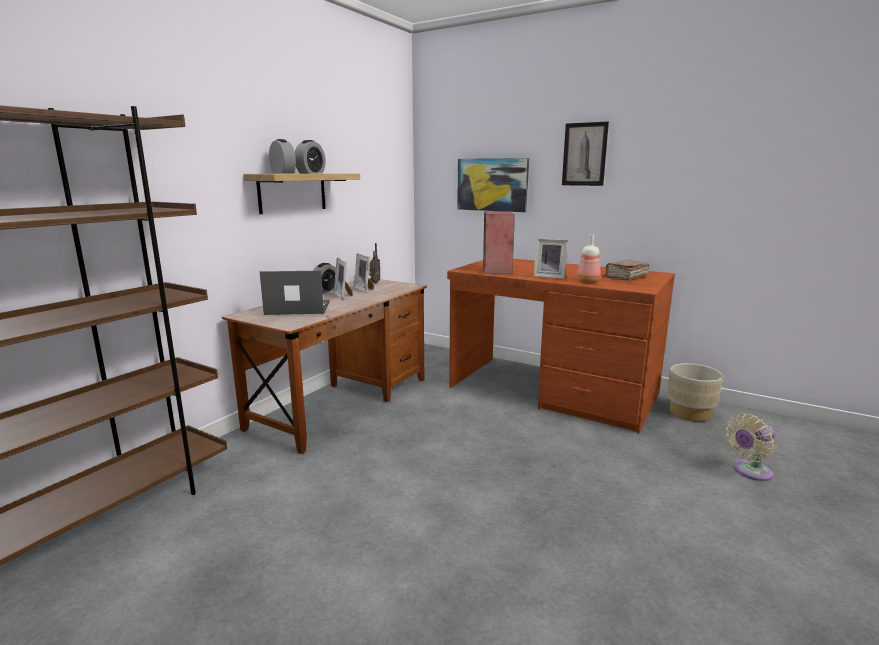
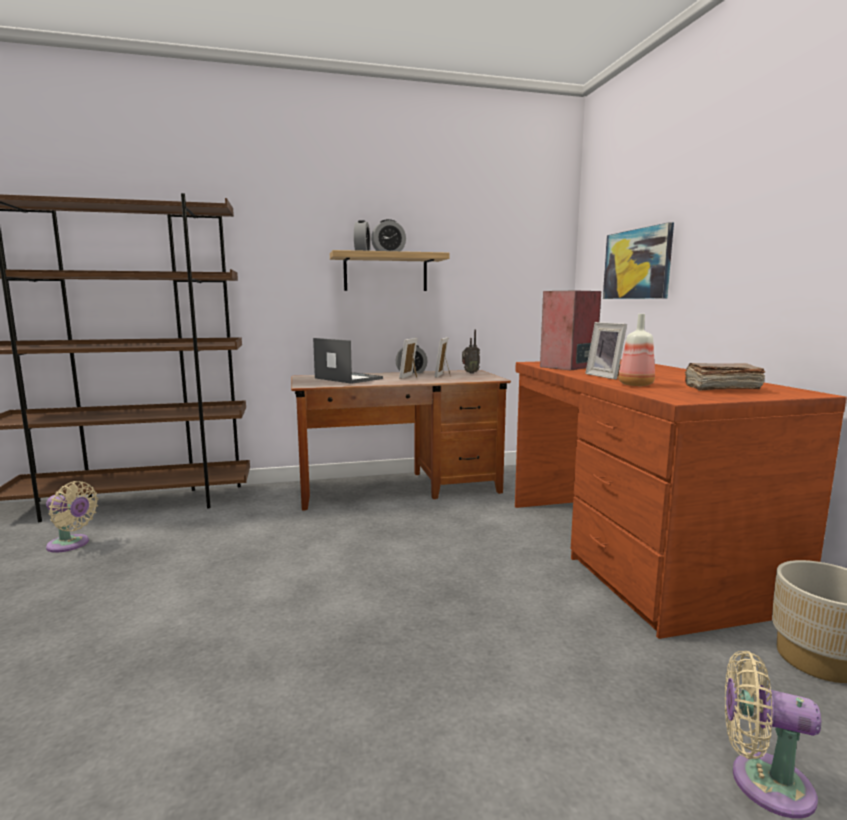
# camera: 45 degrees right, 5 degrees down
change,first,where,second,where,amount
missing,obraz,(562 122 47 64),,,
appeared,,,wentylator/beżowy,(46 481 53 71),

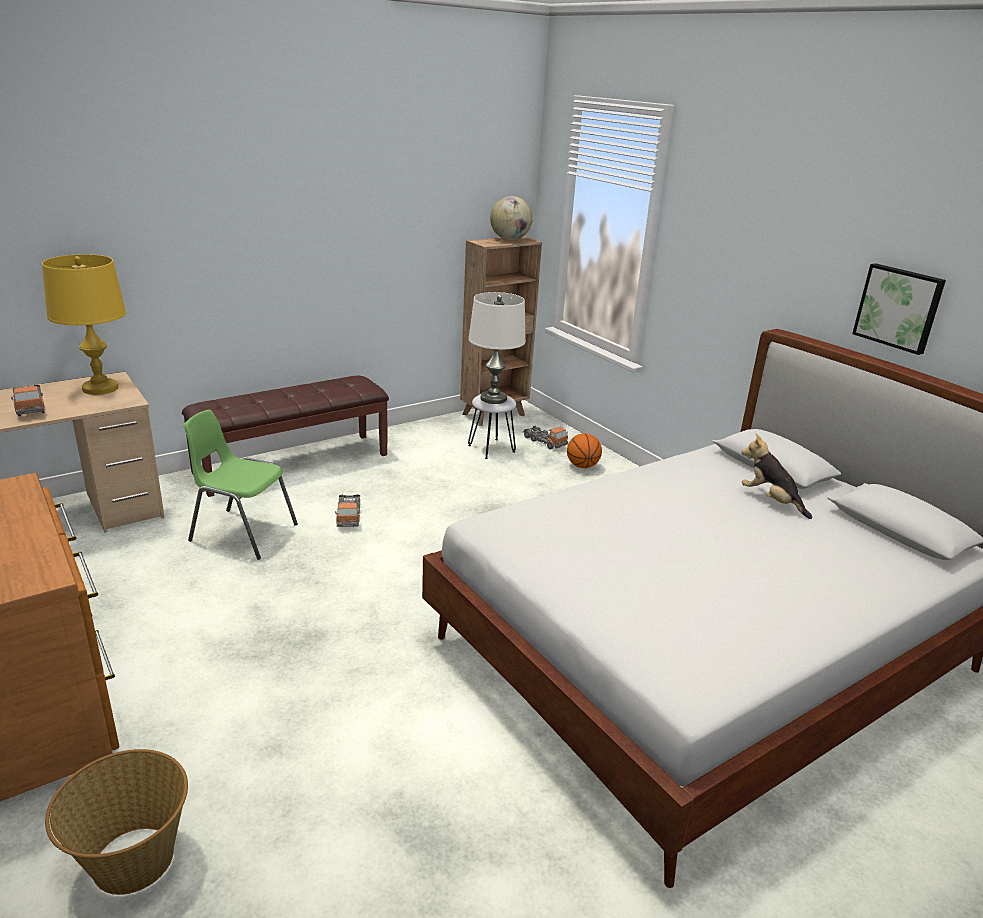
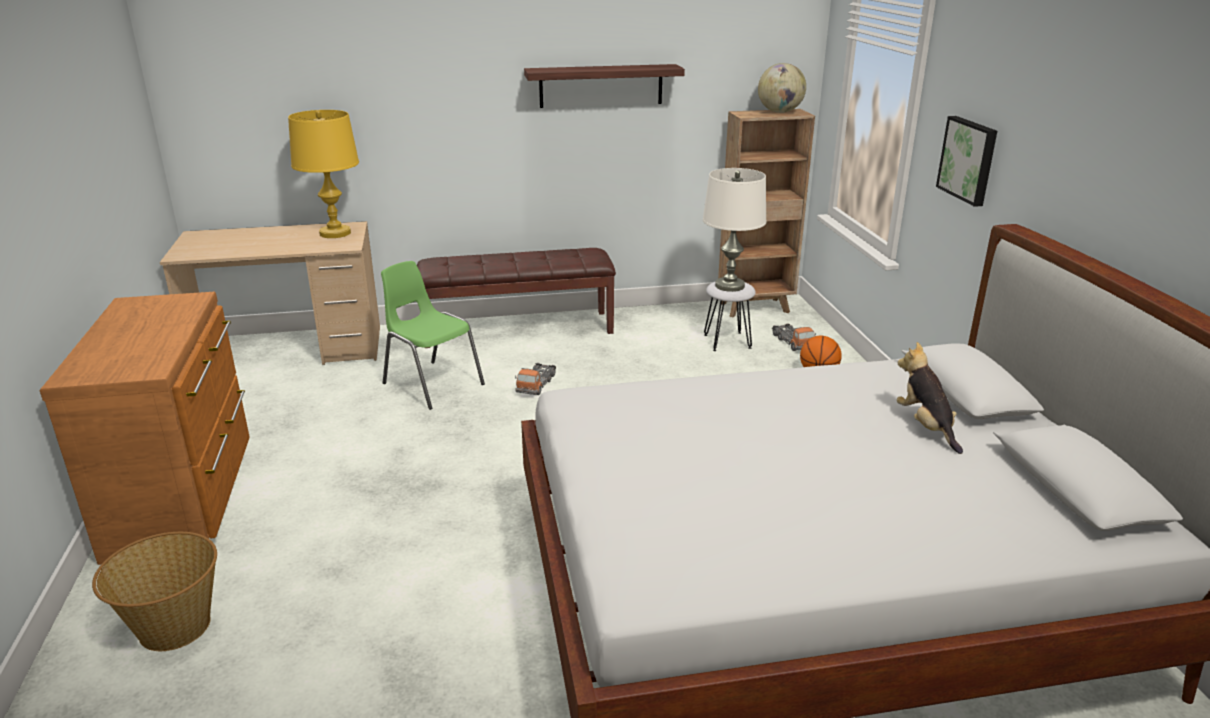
# camera: 25 degrees right, 0 degrees up
change,first,where,second,where,amount
missing,ciężarówka zabawkowa,(11 384 34 32),,,
appeared,,,półka,(524 64 161 44),
relocated,obraz,(852 263 94 92),,(936 116 61 91),

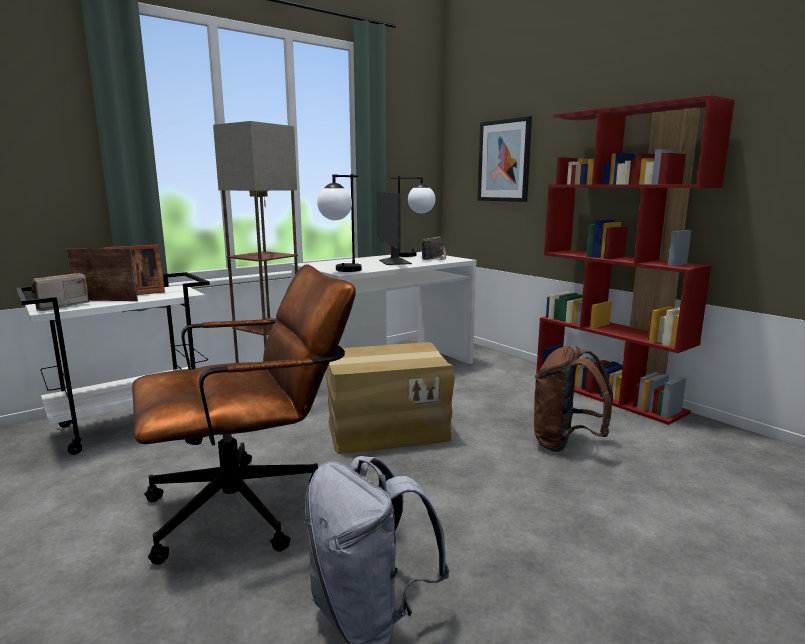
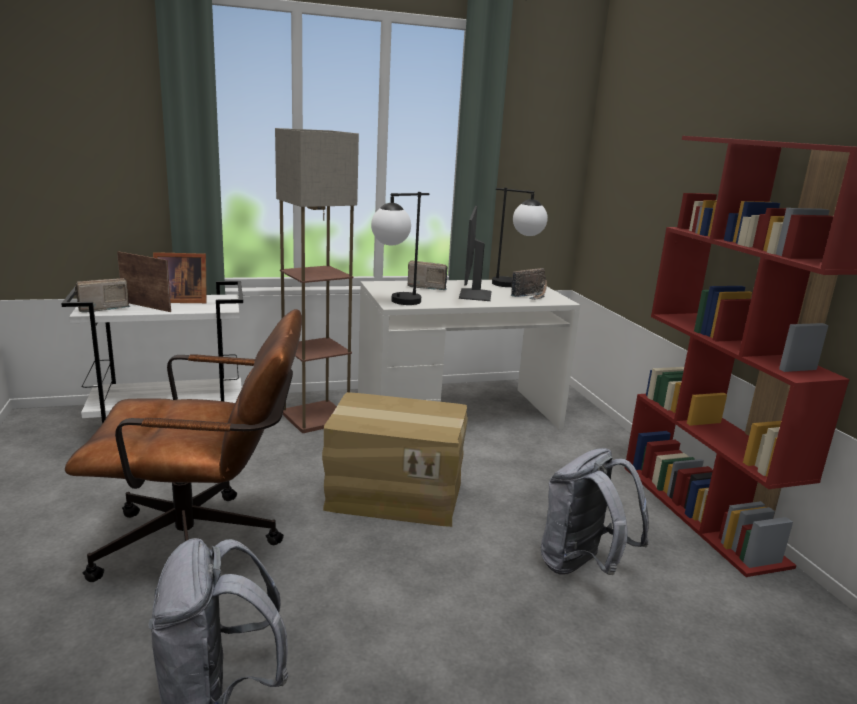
# camera: 20 degrees right, 5 degrees up
change,first,where,second,where,amount
missing,obraz,(478 116 54 86),,,
appeared,,,radio,(407 260 40 30),
colour,plecak/brązowy,(534 346 79 106),plecak/szary,(541 448 108 127),

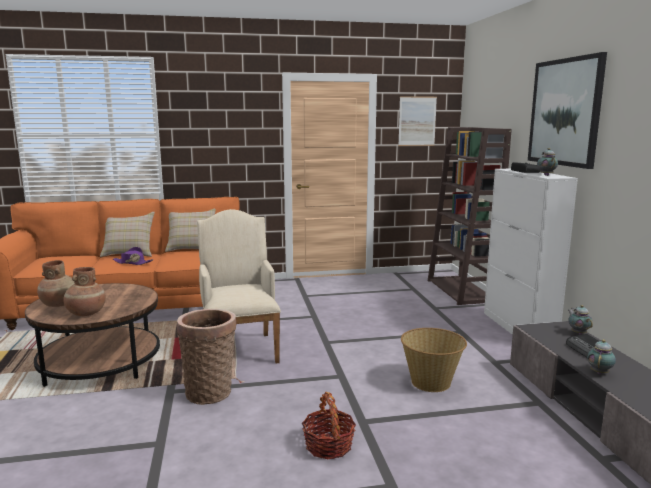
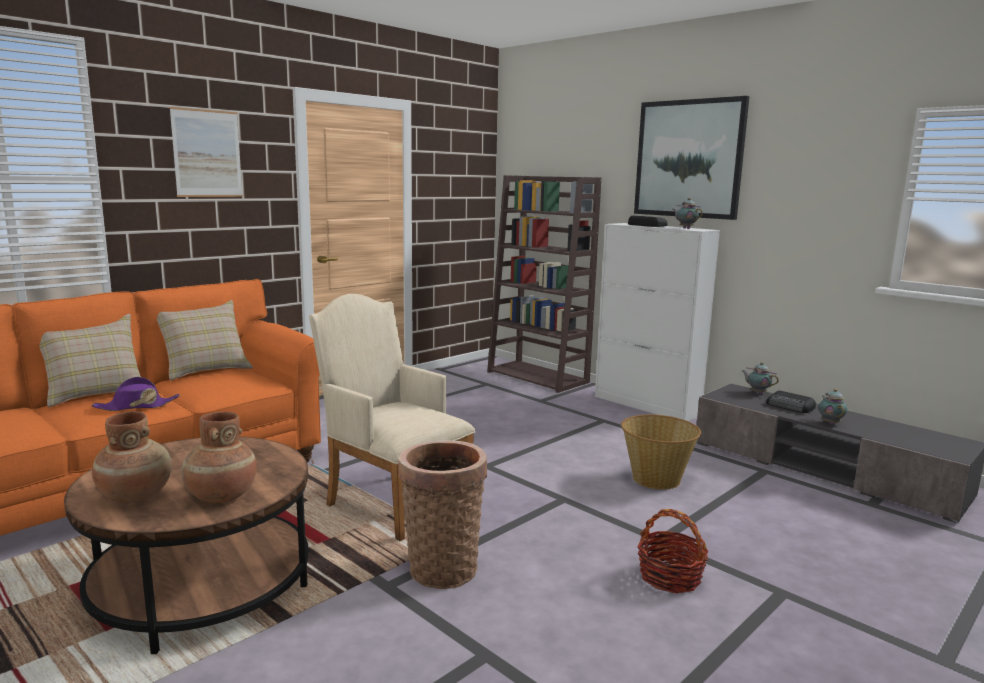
# camera: 35 degrees left, 0 degrees up
change,first,where,second,where,amount
relocated,obraz,(398 96 39 50),,(170 107 73 90),

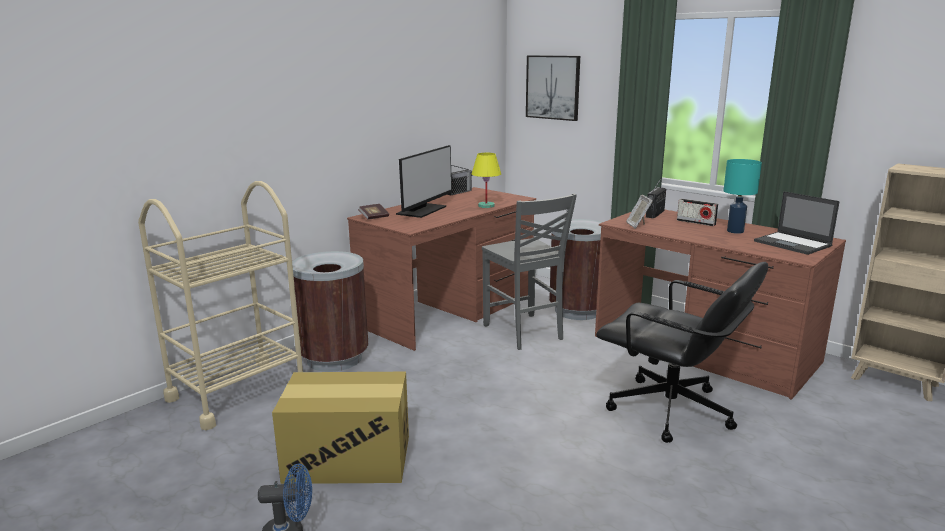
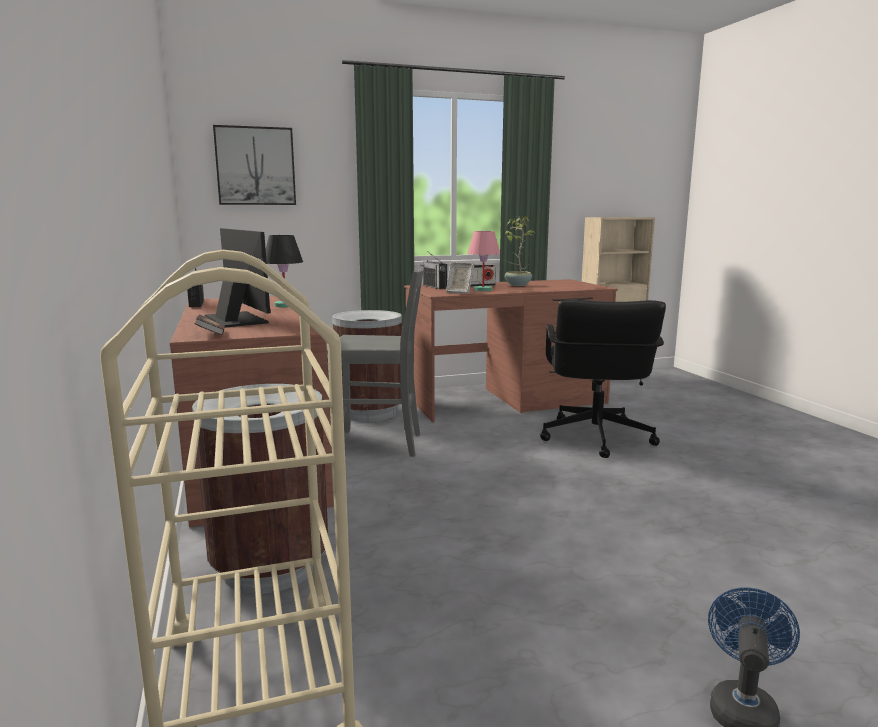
# camera: 60 degrees left, 5 degrees down
change,first,where,second,where,amount
missing,karton,(272 372 137 112),,,
missing,laptop,(754 191 86 64),,,
appeared,,,lampa stołowa/różowy,(467 231 33 60),
exchanged,lampa stołowa/turkusowy,(723 159 39 75),roślina doniczkowa,(504 216 32 70),
colour,lampa stołowa/żółty,(472 153 29 55),lampa stołowa/czarny,(266 235 37 72),
spun,krzesło biurowe/czarny,(596 262 172 181),,(540 299 126 159),120 degrees clockwise

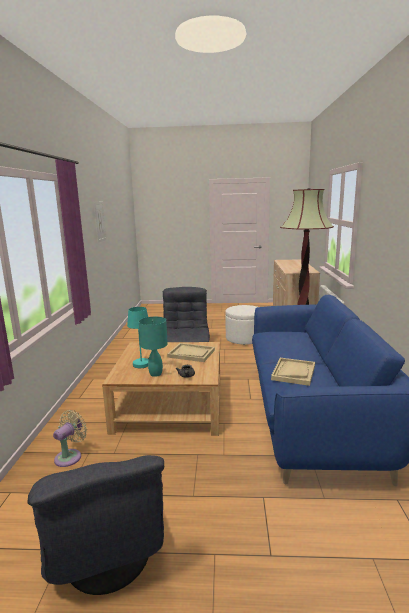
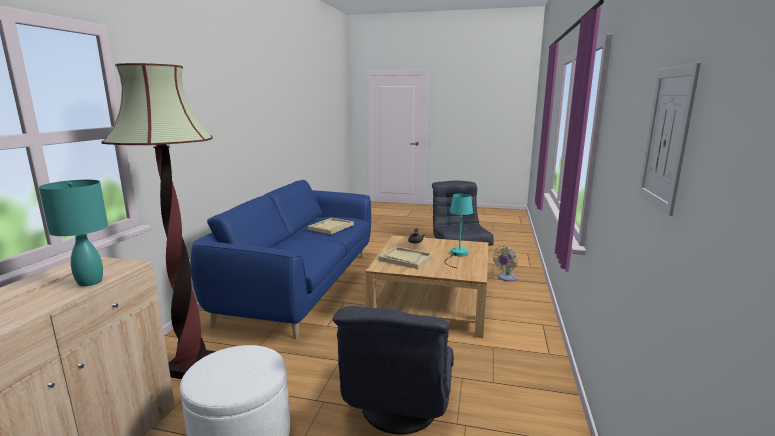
# camera: 170 degrees left, 0 degrees up
change,first,where,second,where,amount
relocated,lampa stołowa/turkusowy,(139 317 29 60),,(39 180 69 106),

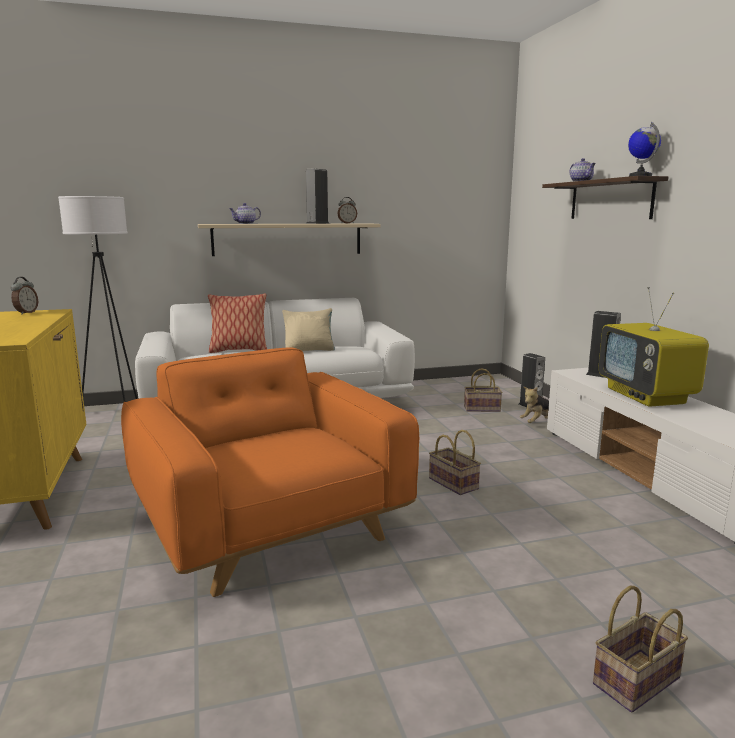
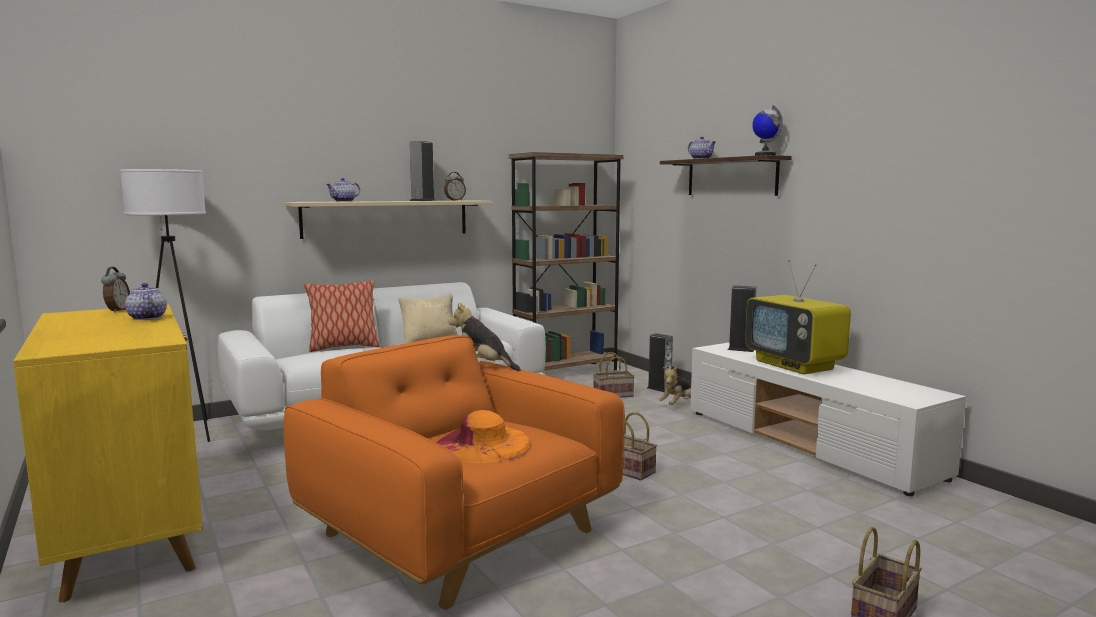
# camera: 15 degrees left, 5 degrees down
change,first,where,second,where,amount
appeared,,,imbryk,(125 283 42 37),
appeared,,,kapelusz/pomarańczowy,(436 410 95 53),
appeared,,,pluszak,(448 303 73 68),
appeared,,,regał/brązowy,(509 152 115 219),

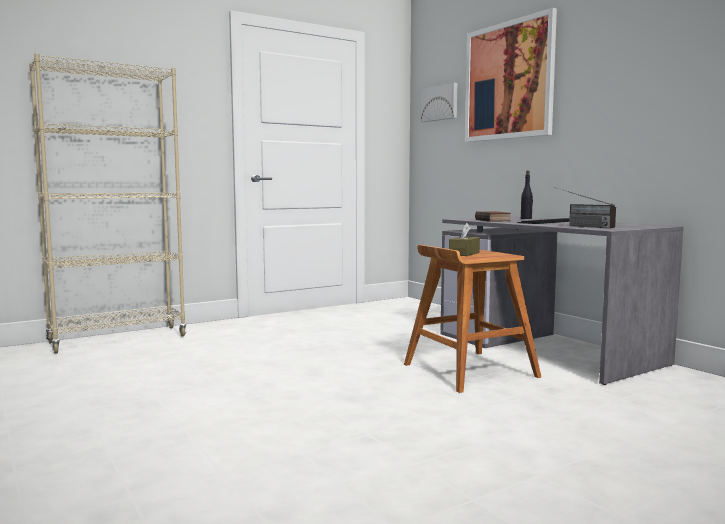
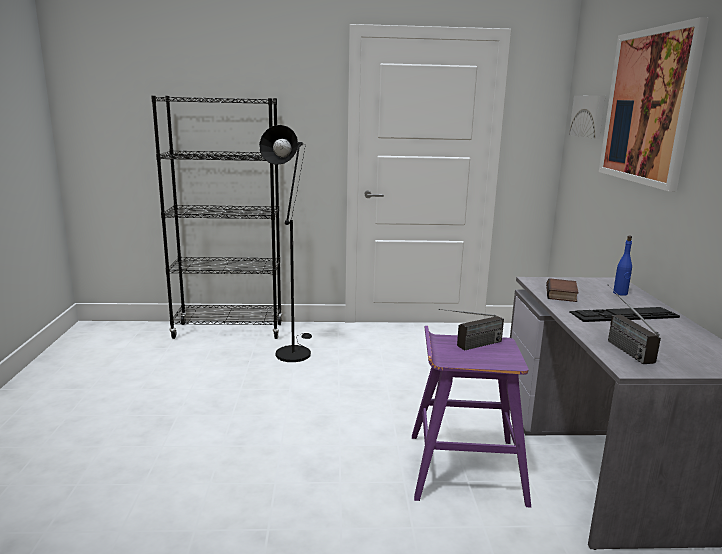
# camera: 30 degrees right, 10 degrees up
change,first,where,second,where,amount
appeared,,,lampa stojąca/czarny,(259 125 53 237),
exchanged,pudełko chusteczek/brązowy,(449 223 31 33),radio,(439 309 65 41),
colour,regał/beżowy,(29 53 157 301),regał/czarny,(151 96 131 243),
colour,stołek/brązowy,(404 245 138 148),stołek/fioletowy,(412 326 119 182),
colour,butelka/czarny,(521 171 12 48),butelka/niebieski,(613 236 19 60),

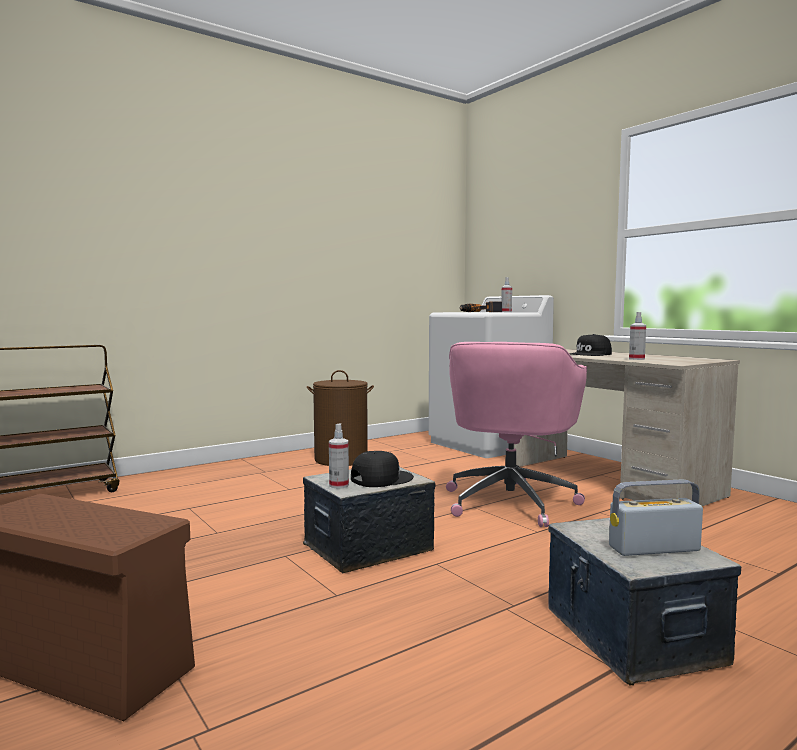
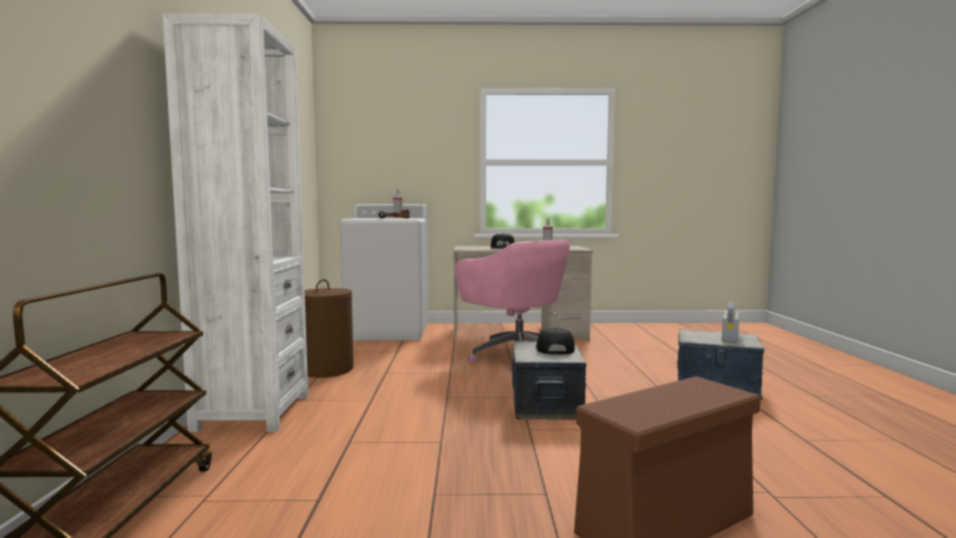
# camera: 55 degrees left, 0 degrees up
change,first,where,second,where,amount
missing,spryskiwacz,(329 423 20 66),,,
appeared,,,regał/biały,(163 13 145 419),

